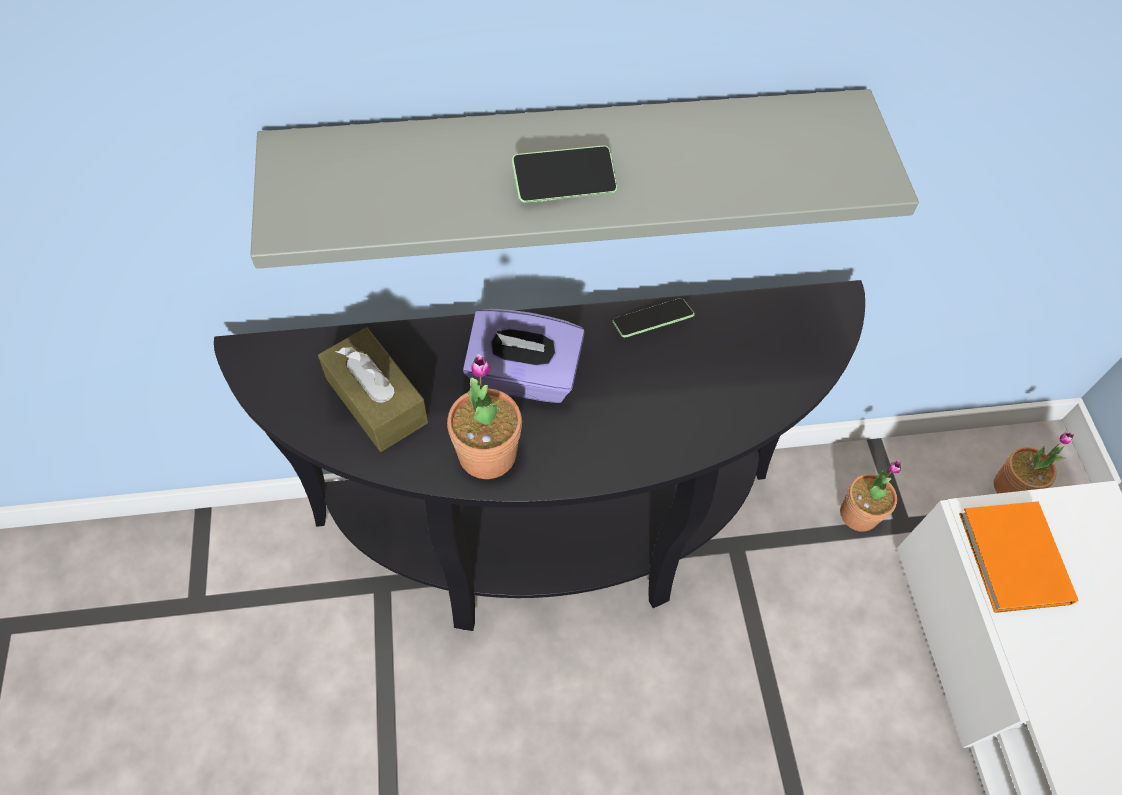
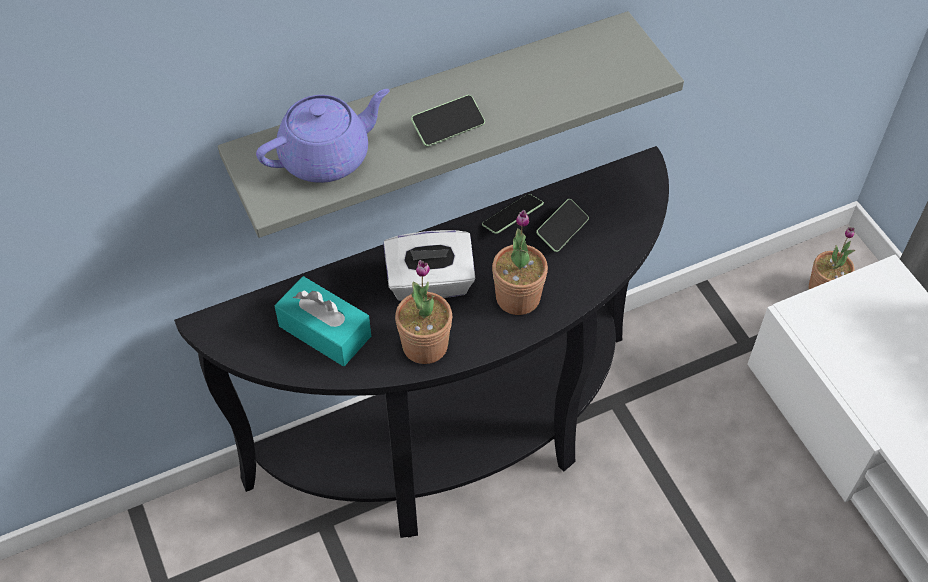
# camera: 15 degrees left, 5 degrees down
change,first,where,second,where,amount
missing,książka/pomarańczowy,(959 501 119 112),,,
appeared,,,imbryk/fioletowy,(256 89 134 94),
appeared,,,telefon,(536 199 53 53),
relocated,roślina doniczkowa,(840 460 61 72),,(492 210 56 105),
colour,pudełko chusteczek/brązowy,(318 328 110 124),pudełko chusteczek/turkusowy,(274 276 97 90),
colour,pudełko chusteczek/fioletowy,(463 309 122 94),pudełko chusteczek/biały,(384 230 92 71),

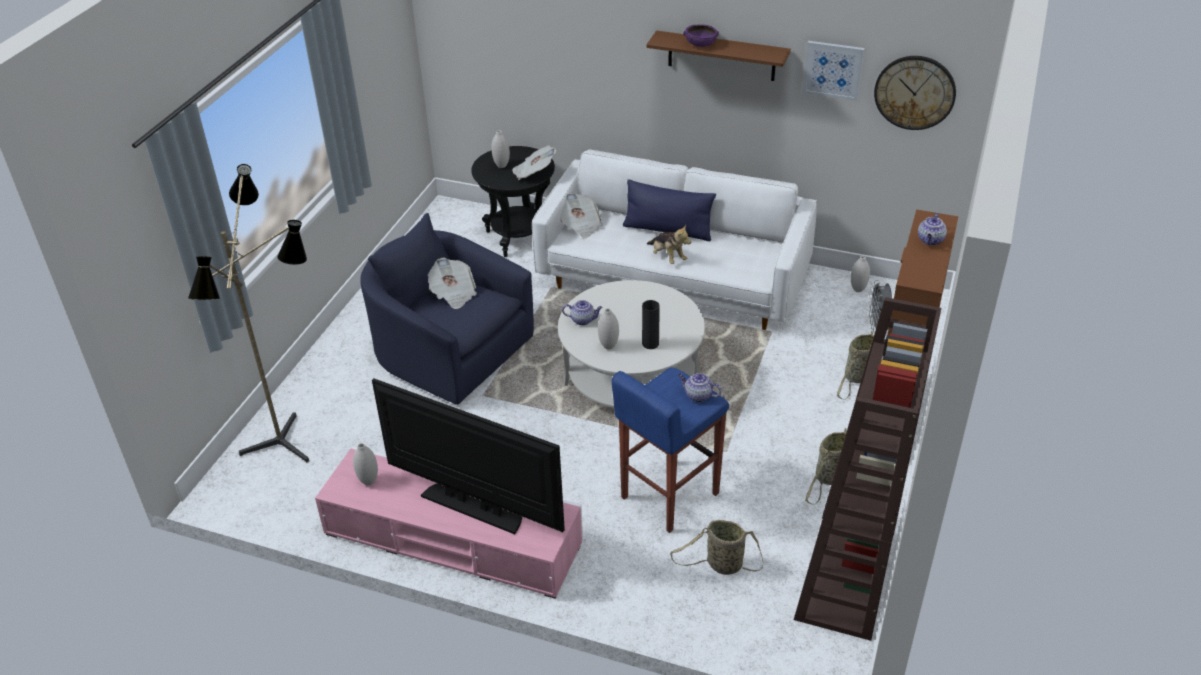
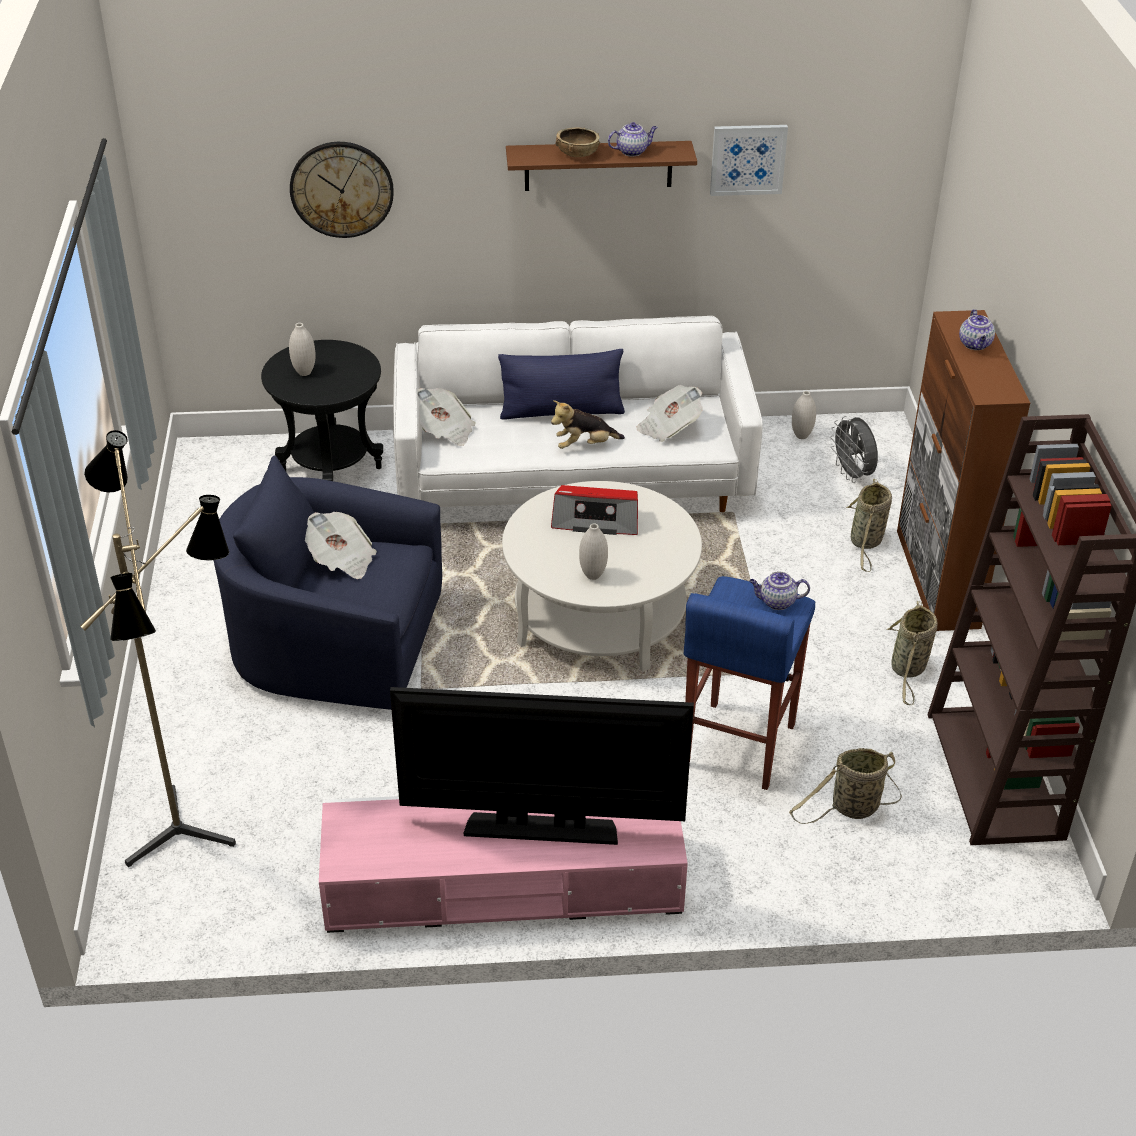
# camera: 25 degrees left, 0 degrees up
change,first,where,second,where,amount
missing,wazon/biały,(353 443 25 42),,,
missing,wazon/czarny,(642 300 18 49),,,
appeared,,,radio,(551 485 87 50),
relocated,gazeta,(512 146 44 34),,(636 385 67 57),
relocated,imbryk,(562 300 41 25),,(608 122 50 35),
relocated,zegar ścienny,(874 56 82 74),,(290 142 104 96),
colour,miska/fioletowy,(683 25 36 22),miska/brązowy,(556 127 44 30),
spun,pluszak,(647 225 44 39),,(551 400 74 49),135 degrees clockwise

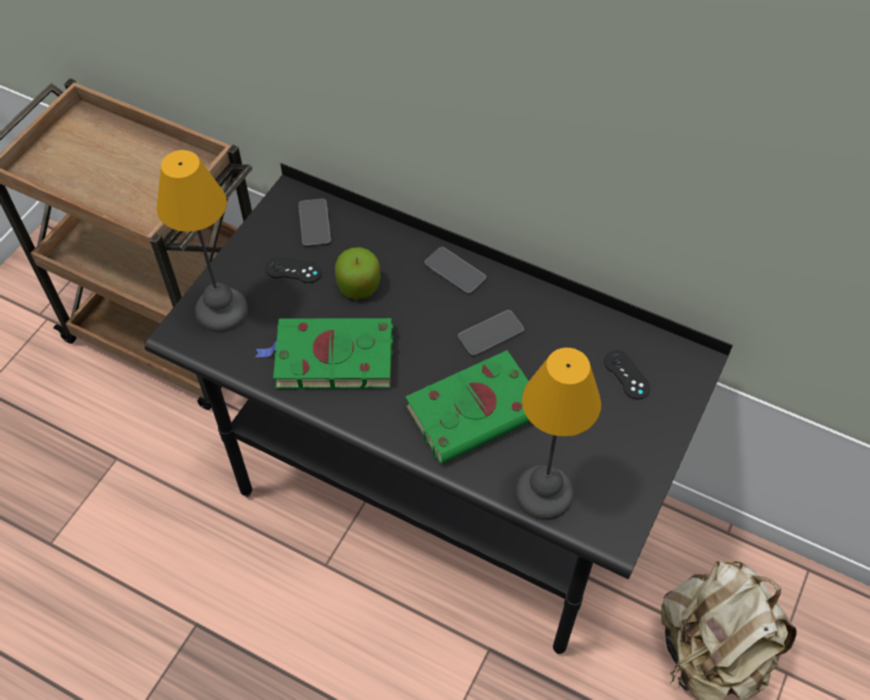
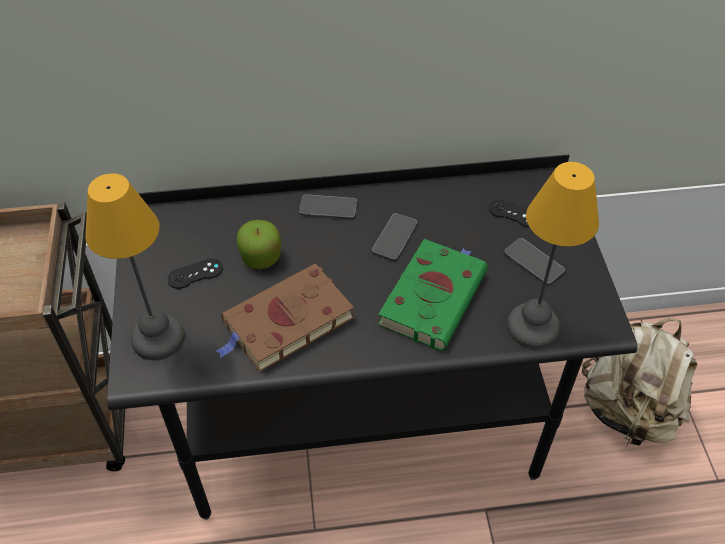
# camera: 35 degrees left, 5 degrees down
change,first,where,second,where,amount
relocated,telefon,(298 199 33 48),,(504 238 61 47),
colour,książka/zielony,(256 318 138 71),książka/brązowy,(216 263 138 109),

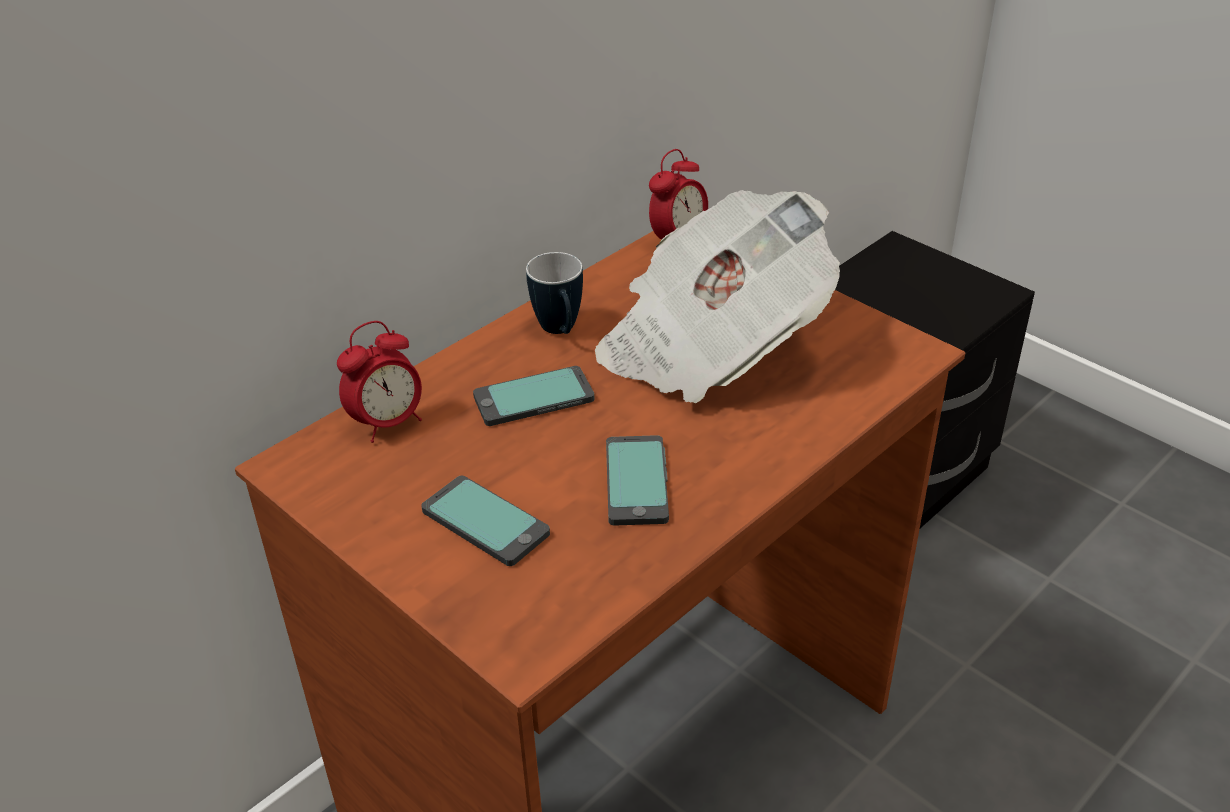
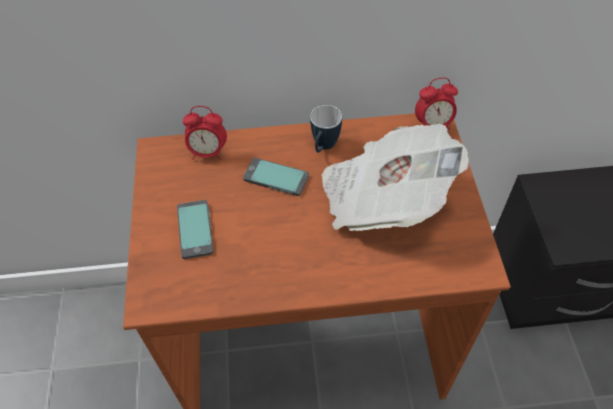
# camera: 40 degrees right, 15 degrees up
change,first,where,second,where,amount
missing,telefon,(606 435 63 91),,,

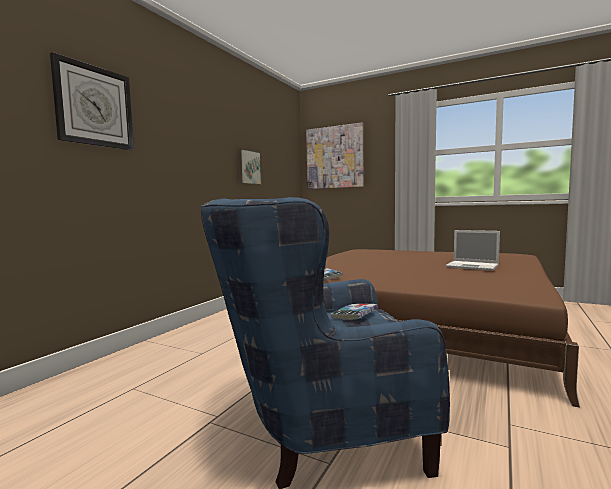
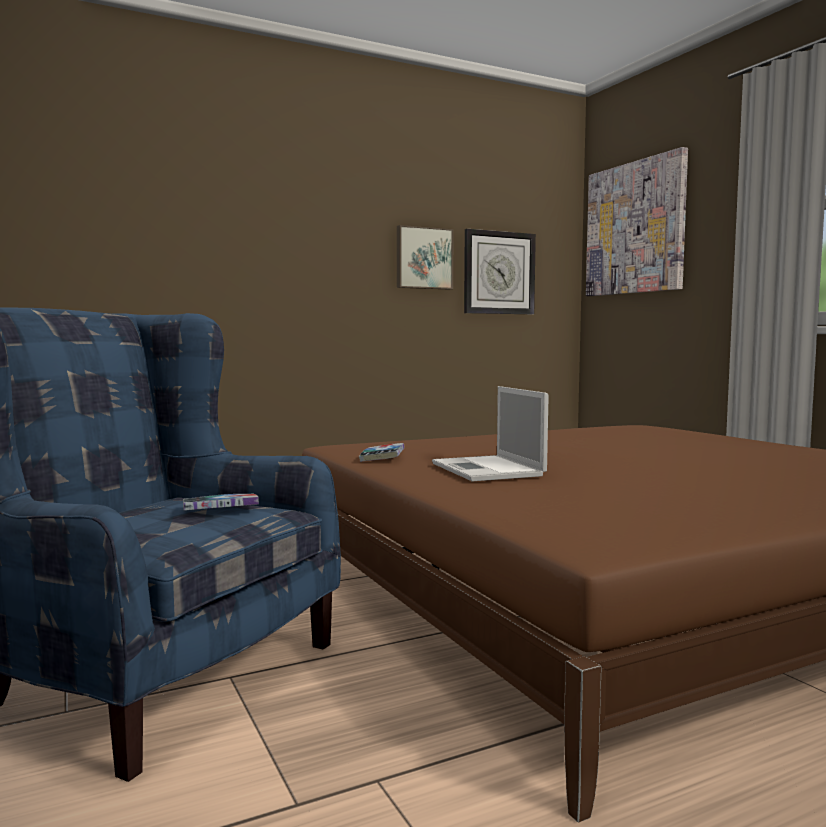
# camera: 35 degrees right, 0 degrees up
change,first,where,second,where,amount
relocated,zegar ścienny,(50 52 84 98),,(464 229 72 85),
relocated,laptop,(445 230 55 41),,(432 386 117 95),

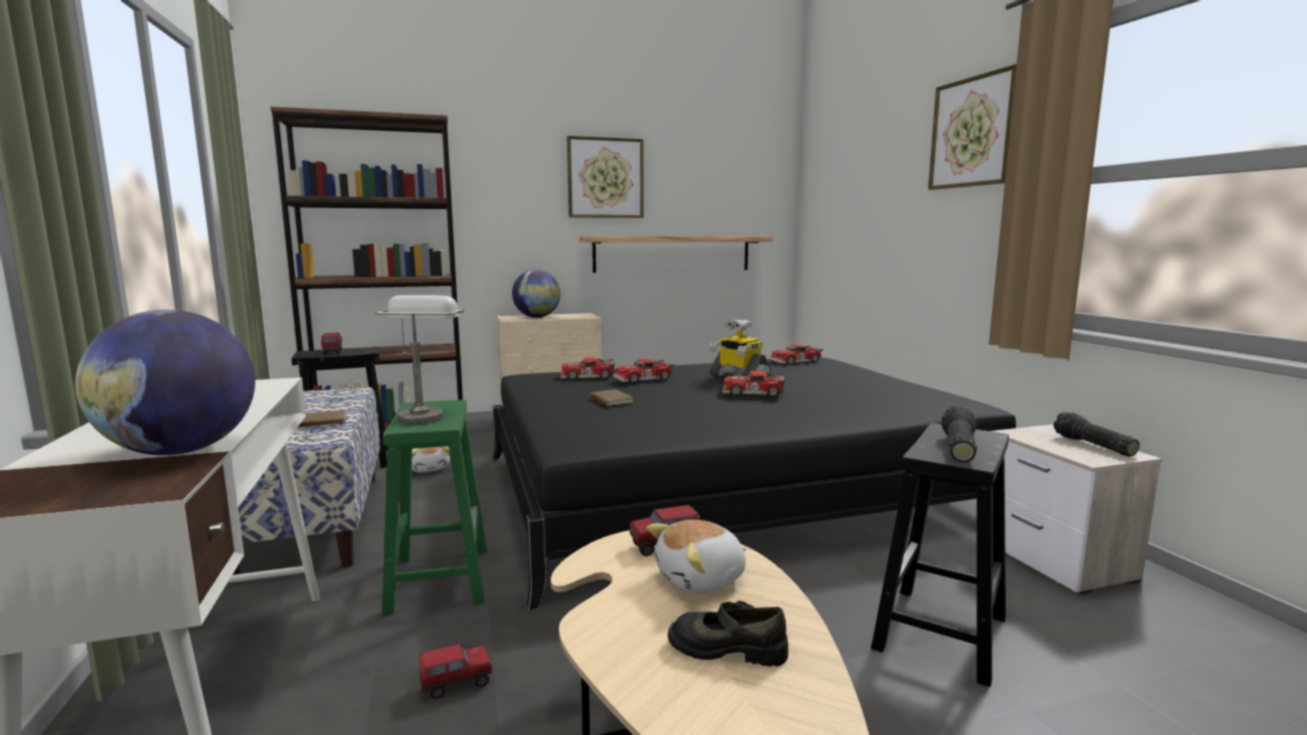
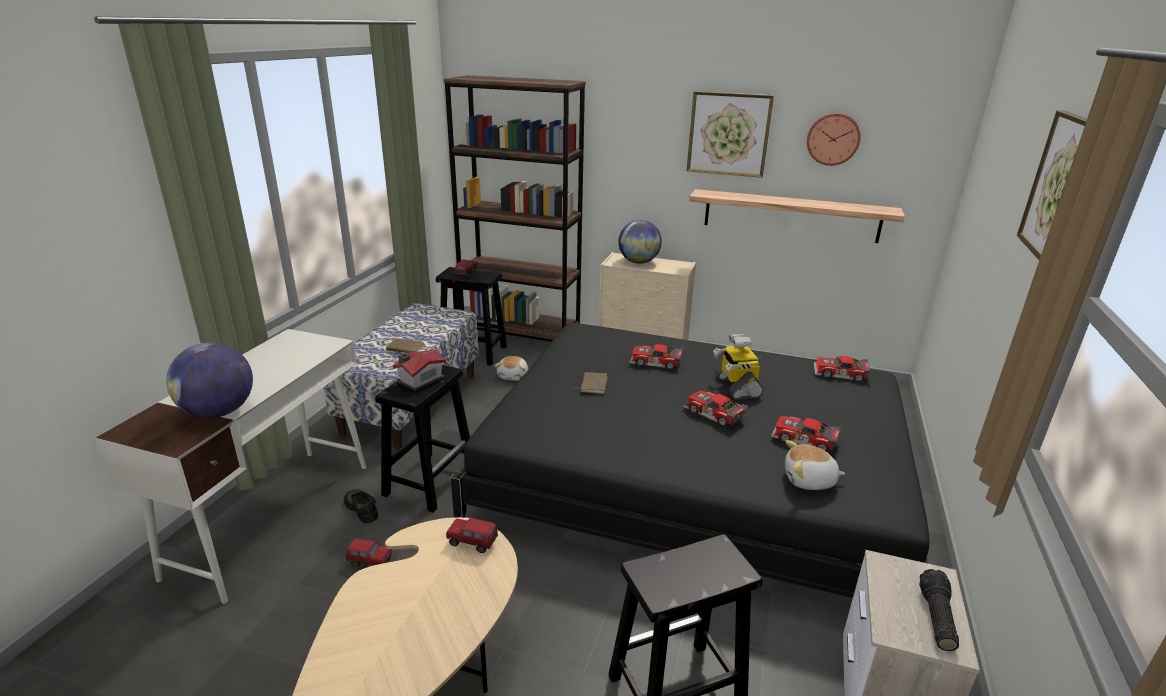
# camera: 35 degrees right, 15 degrees up
change,first,where,second,where,amount
missing,latarka,(941 406 36 57),,,
appeared,,,zegar ścienny,(807 113 54 53),
relocated,samochodzik,(560 357 55 23),,(771 416 70 36),
relocated,pluszak,(647 520 99 73),,(785 440 60 50),
relocated,but/czarny,(668 601 120 66),,(344 489 34 34),
exchanged,lampa stołowa/szary,(375 295 89 129),domek,(393 349 53 42),
colour,stołek/zielony,(382 400 105 215),stołek/czarny,(375 365 95 148),

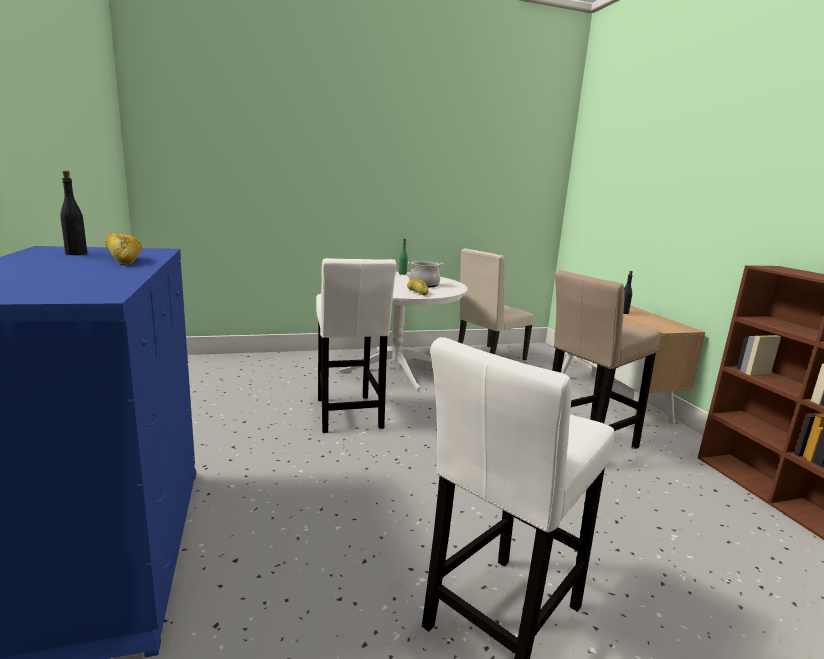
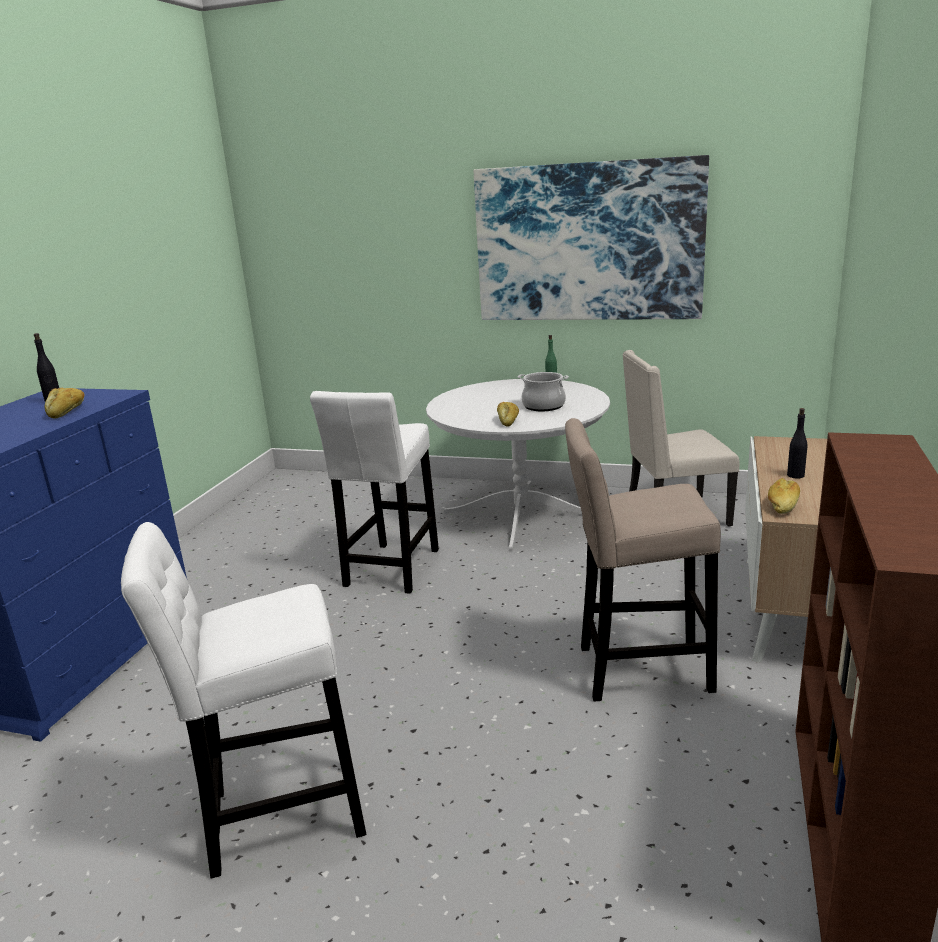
# camera: 35 degrees right, 5 degrees up
change,first,where,second,where,amount
appeared,,,obraz,(474 155 235 165),
appeared,,,chleb,(768 478 32 36),

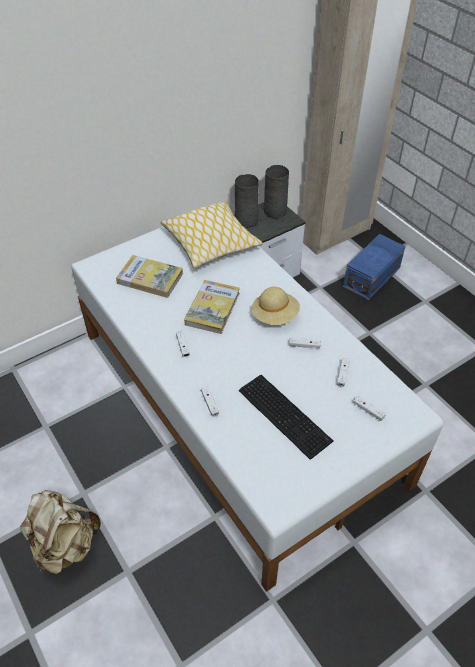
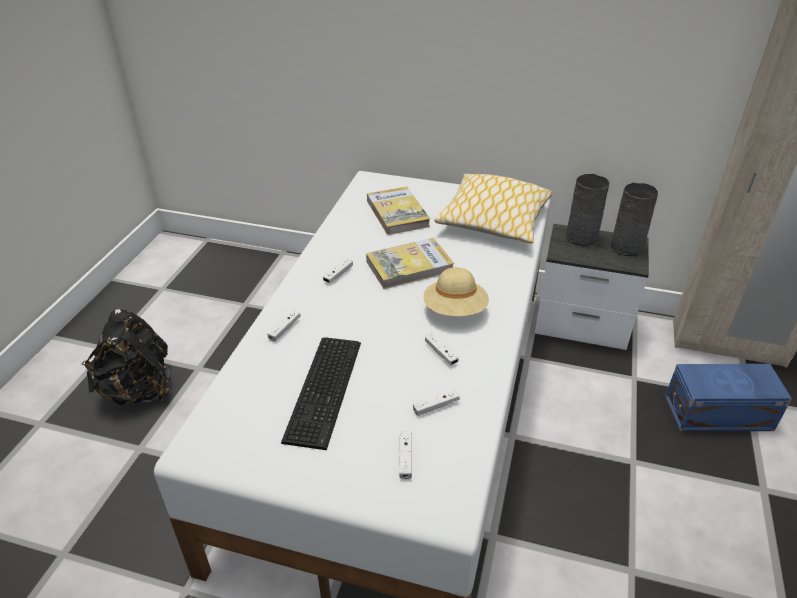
# camera: 50 degrees right, 10 degrees down
change,first,where,second,where,amount
colour,plecak/beżowy,(20 490 81 84),plecak/czarny,(82 309 89 96),

